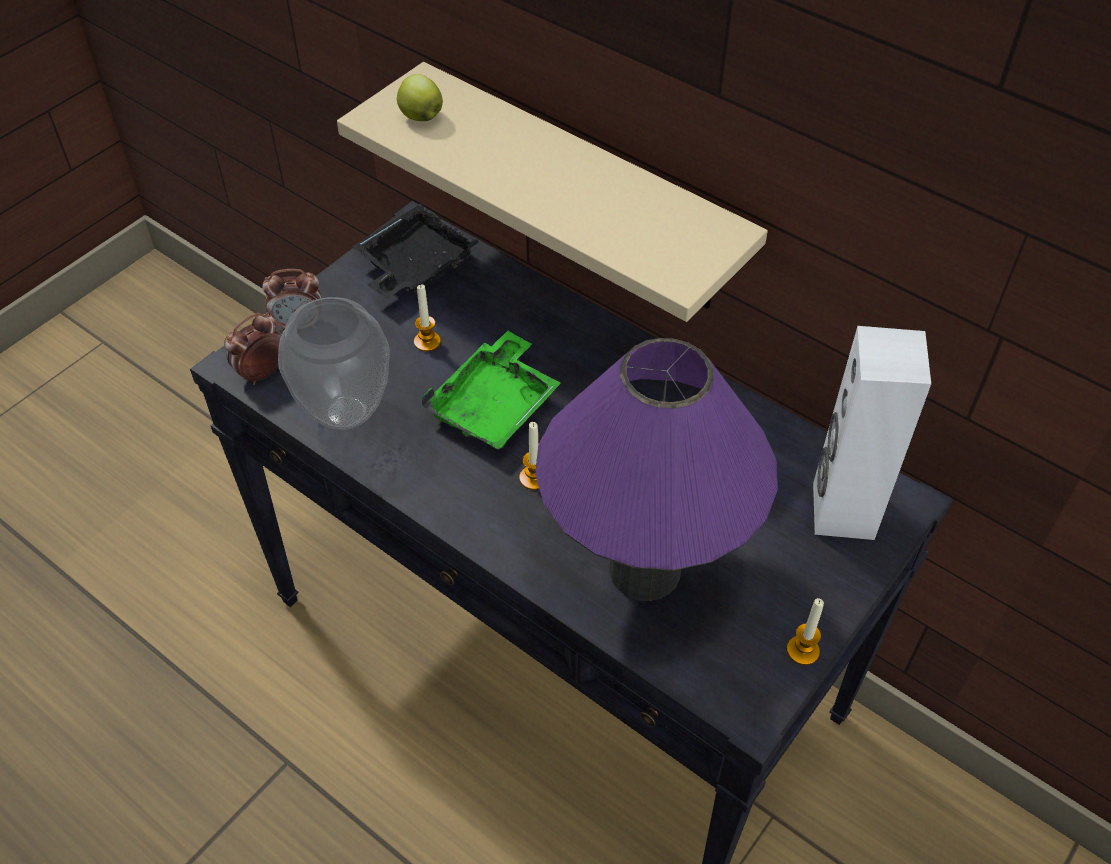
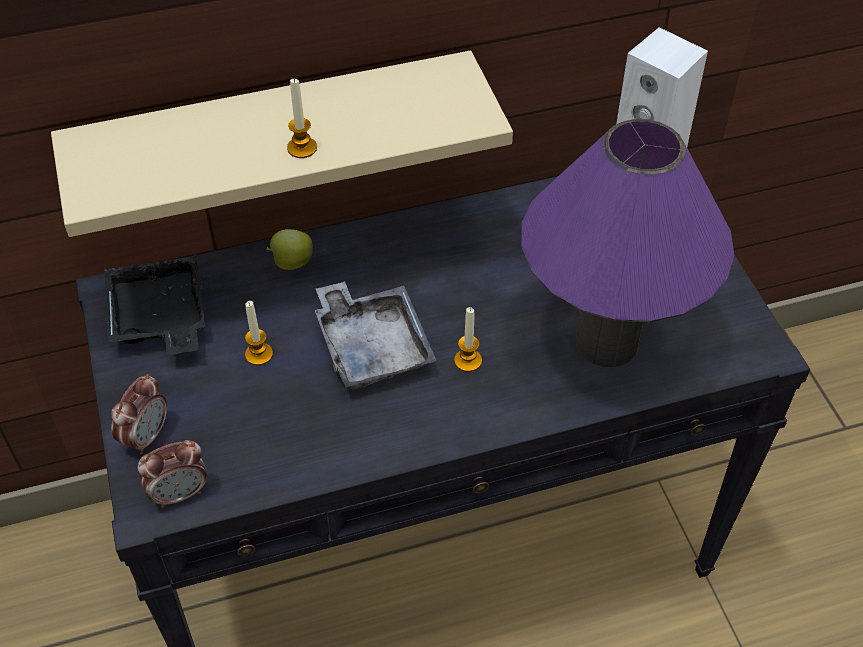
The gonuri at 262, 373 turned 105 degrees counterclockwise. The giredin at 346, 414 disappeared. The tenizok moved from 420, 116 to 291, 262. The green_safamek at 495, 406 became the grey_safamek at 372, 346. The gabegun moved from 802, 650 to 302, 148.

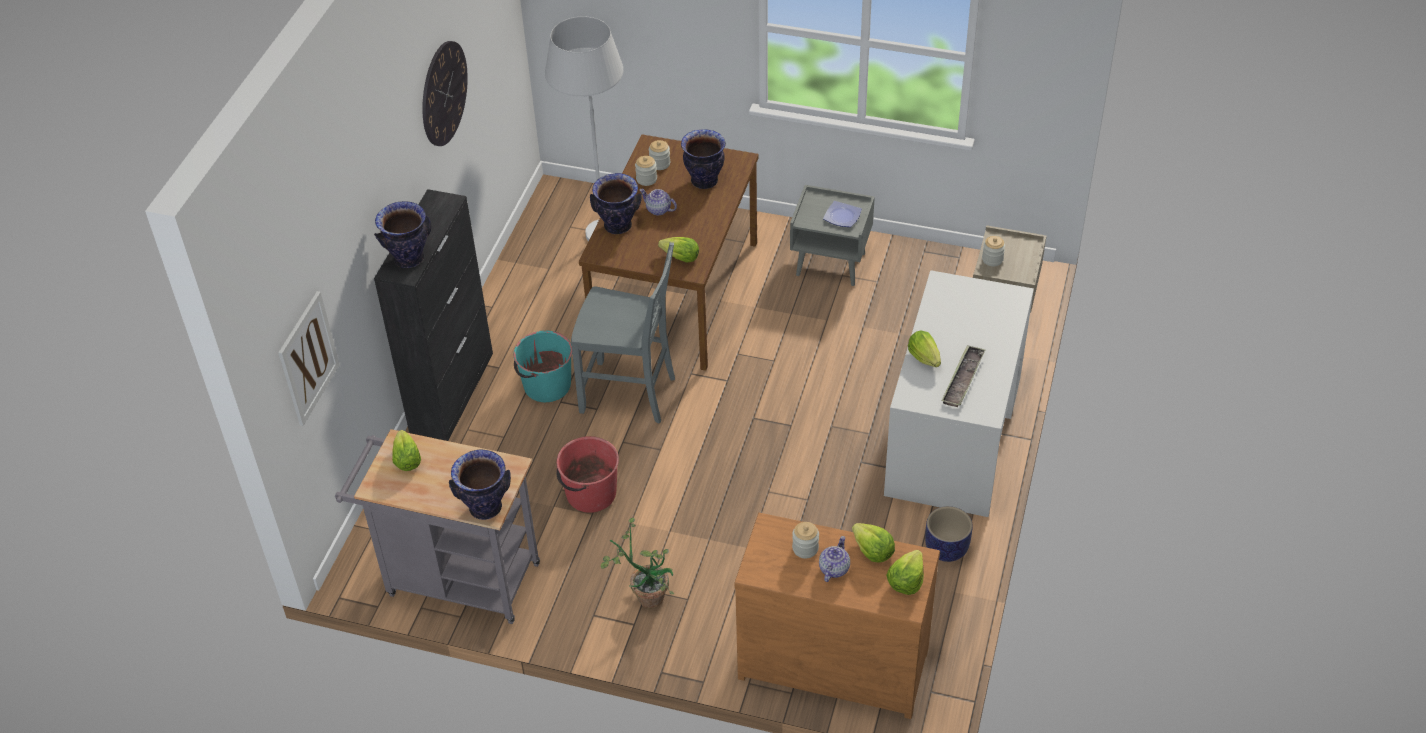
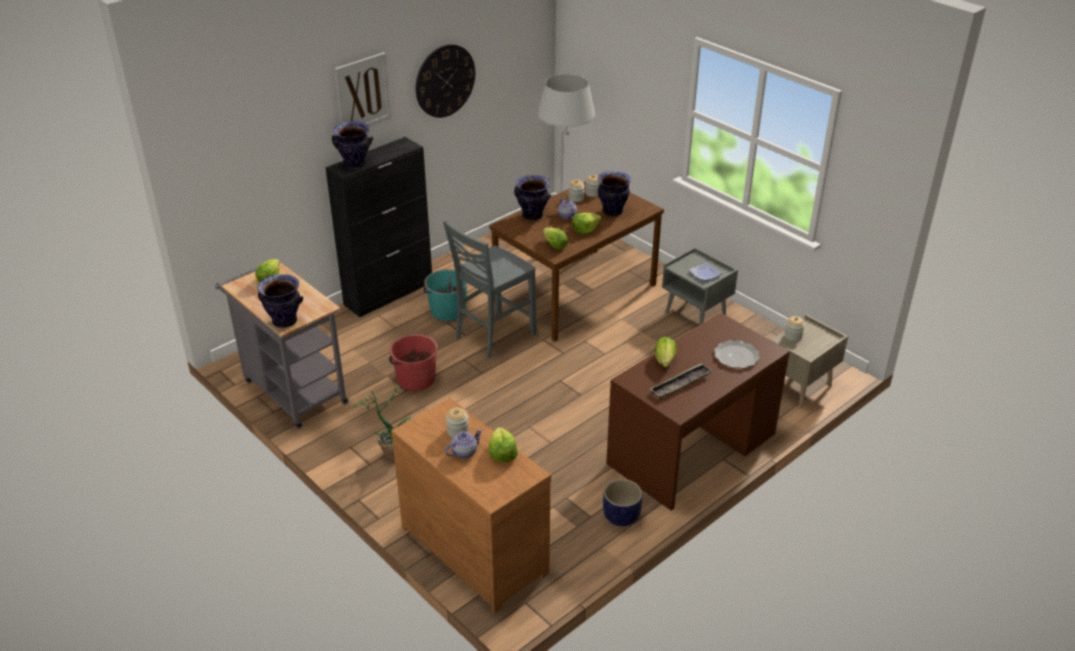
The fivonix moved from 308, 358 to 363, 93. The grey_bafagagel at 630, 394 turned 90 degrees clockwise. The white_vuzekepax at 954, 435 became the brown_vuzekepax at 692, 448. The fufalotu moved from 906, 580 to 585, 229. The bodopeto at 736, 356 appeared.

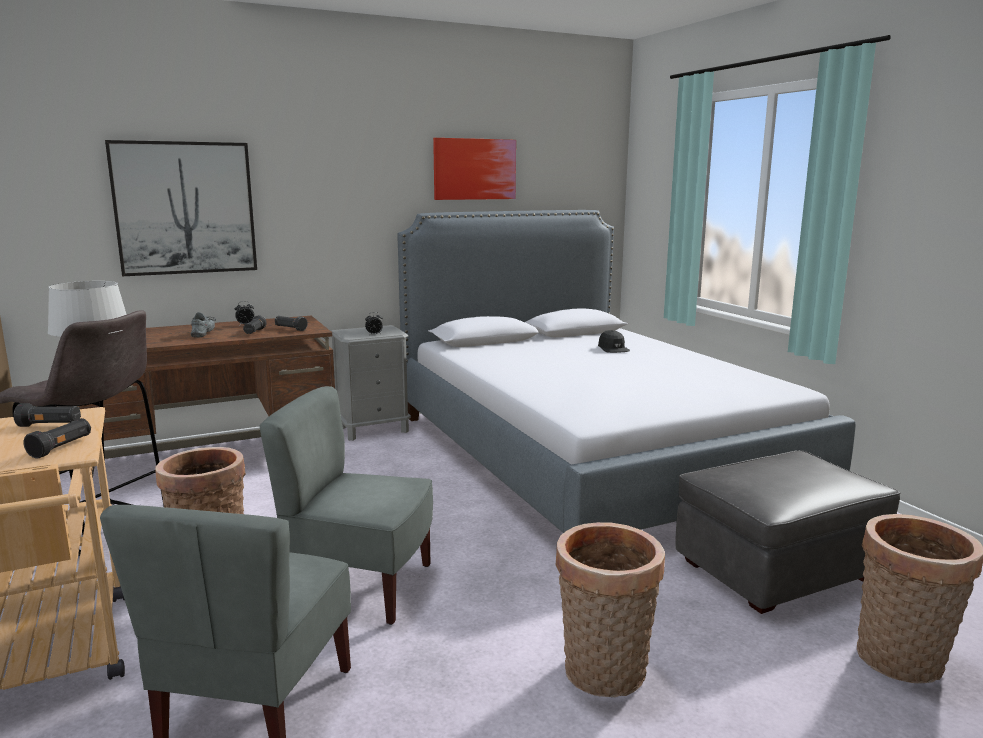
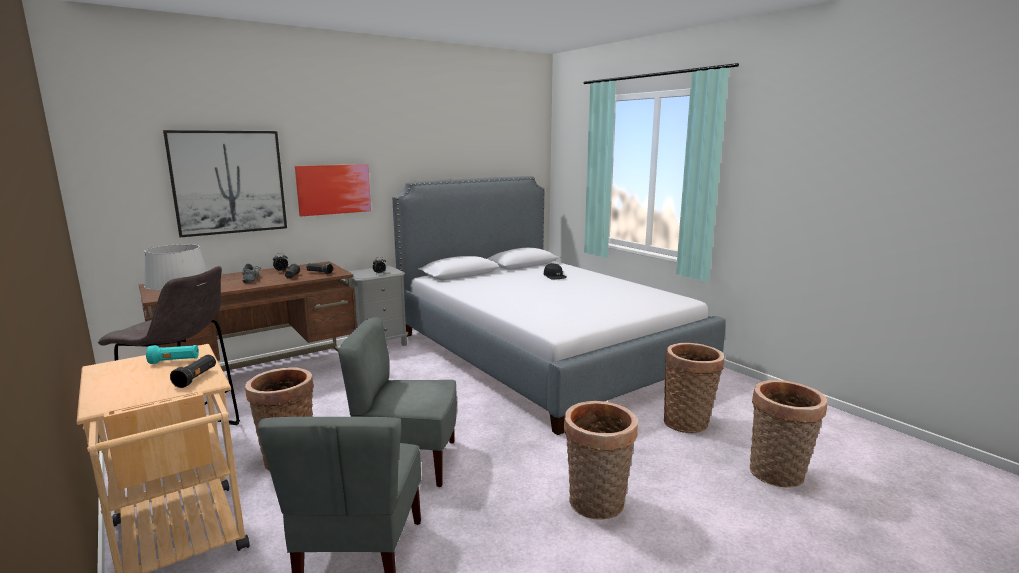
The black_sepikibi at 50, 425 became the turquoise_sepikibi at 175, 361. The fivonix moved from 474, 169 to 333, 189. The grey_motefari at 777, 569 was replaced by the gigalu at 688, 422.

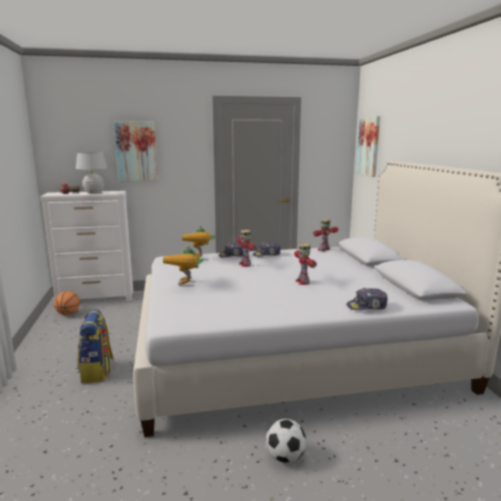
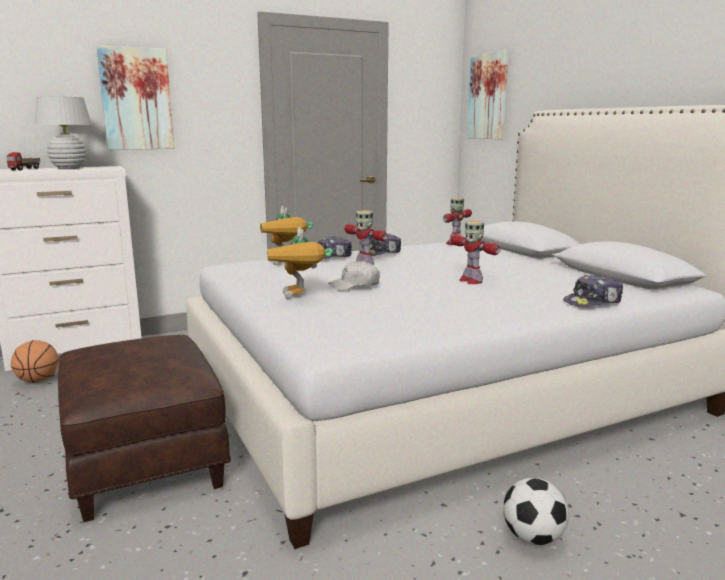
The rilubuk at 97, 371 was replaced by the brown_motefari at 147, 462. The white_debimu at 354, 285 appeared.

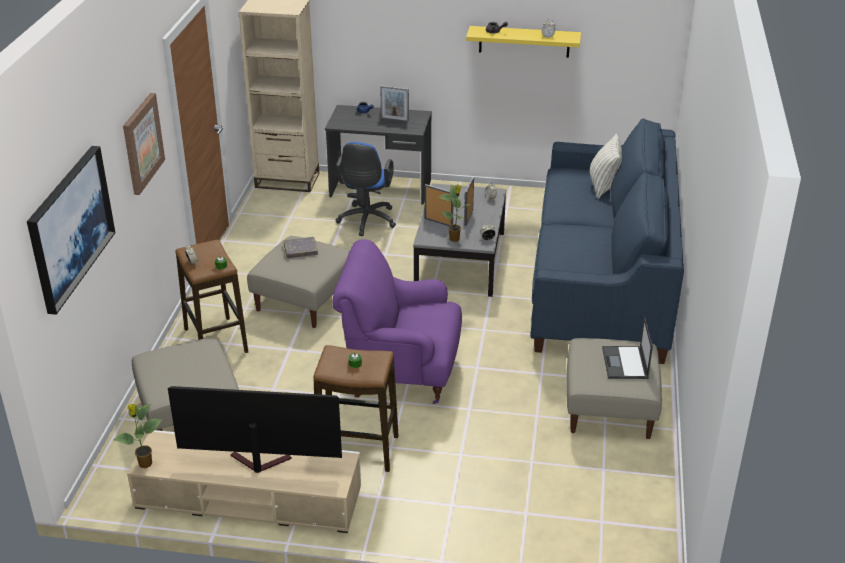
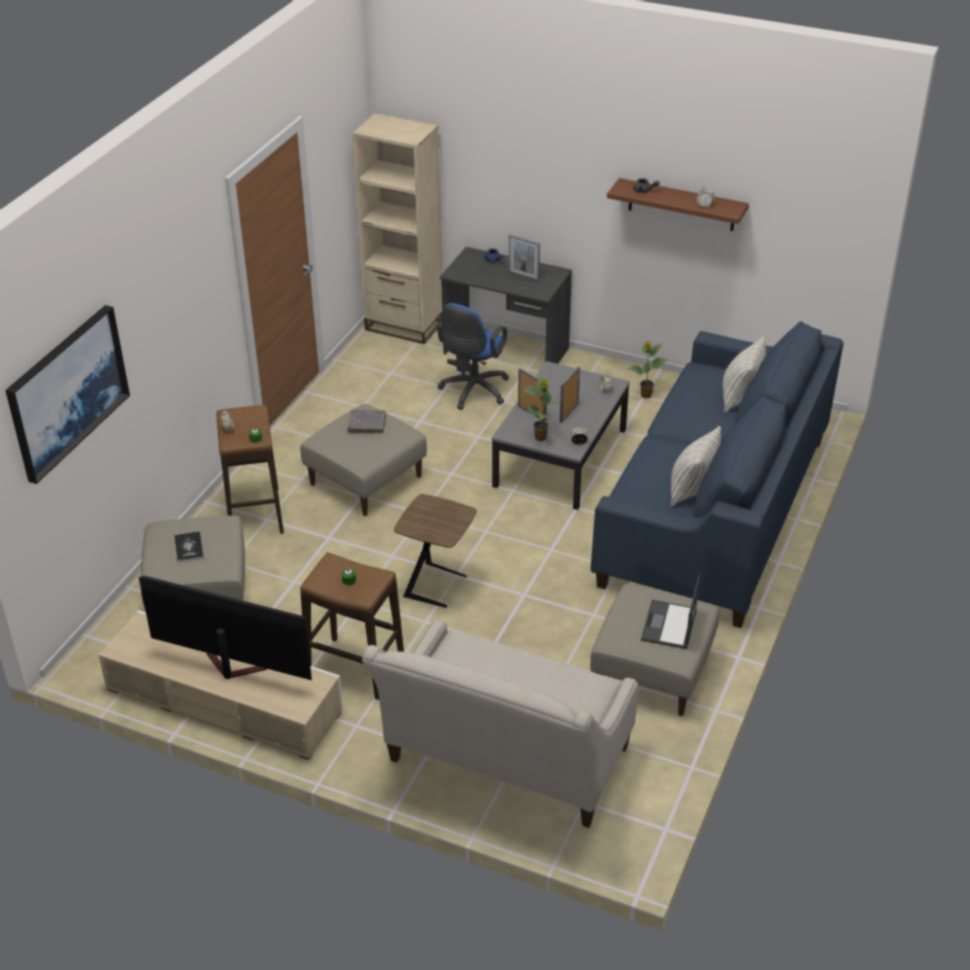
The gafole moved from 145, 464 to 645, 395. The fivonix at 142, 143 disappeared. The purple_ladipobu at 401, 372 was replaced by the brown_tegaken at 437, 586. The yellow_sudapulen at 524, 41 became the brown_sudapulen at 681, 205. The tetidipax at 189, 547 appeared. The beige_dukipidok at 504, 763 appeared. The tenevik at 692, 489 appeared.

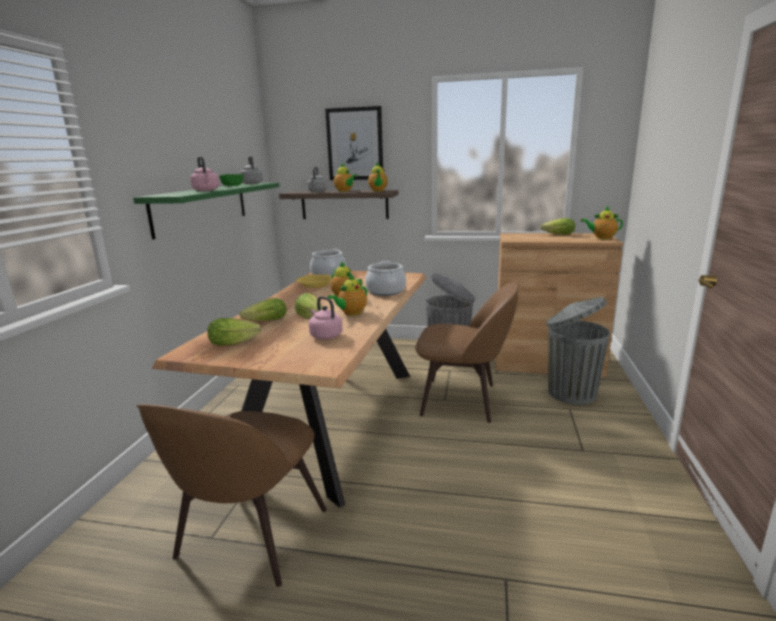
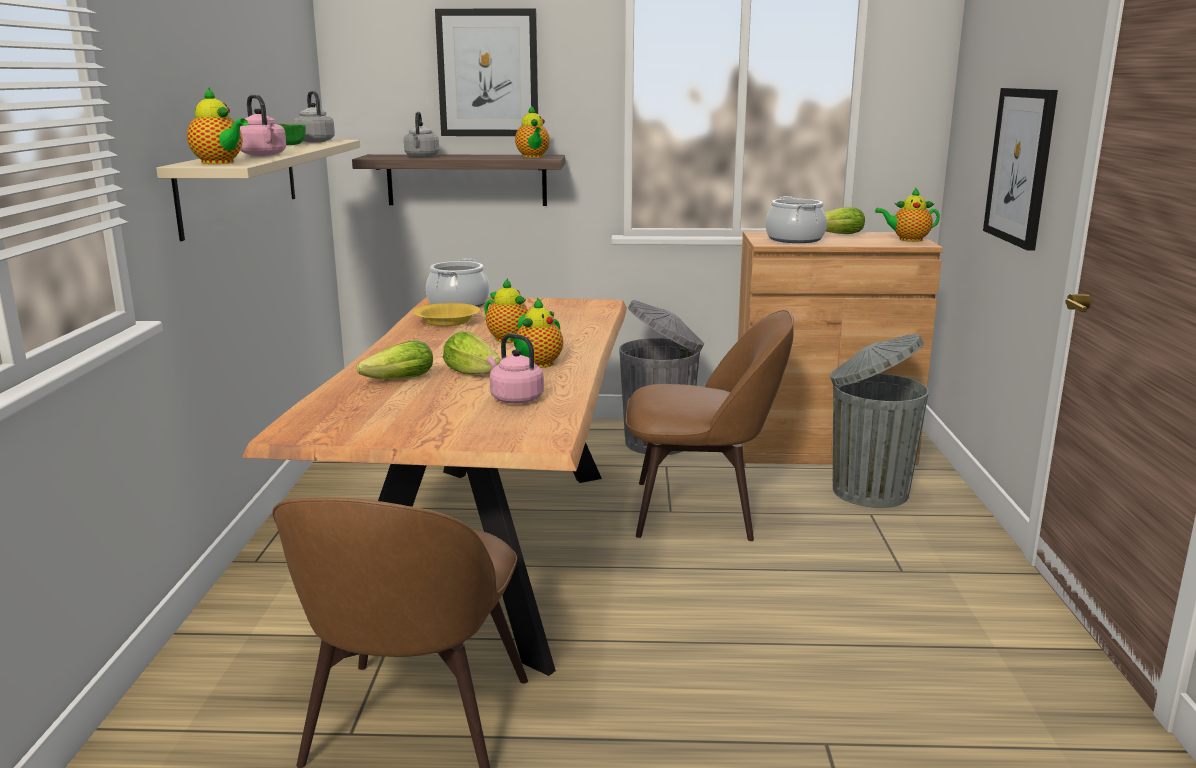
The green_sudapulen at 202, 207 became the beige_sudapulen at 241, 184. The fufalotu at 236, 342 disappeared. The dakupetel moved from 345, 191 to 220, 163. The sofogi moved from 386, 291 to 795, 239. The fivonix at 1021, 166 appeared.

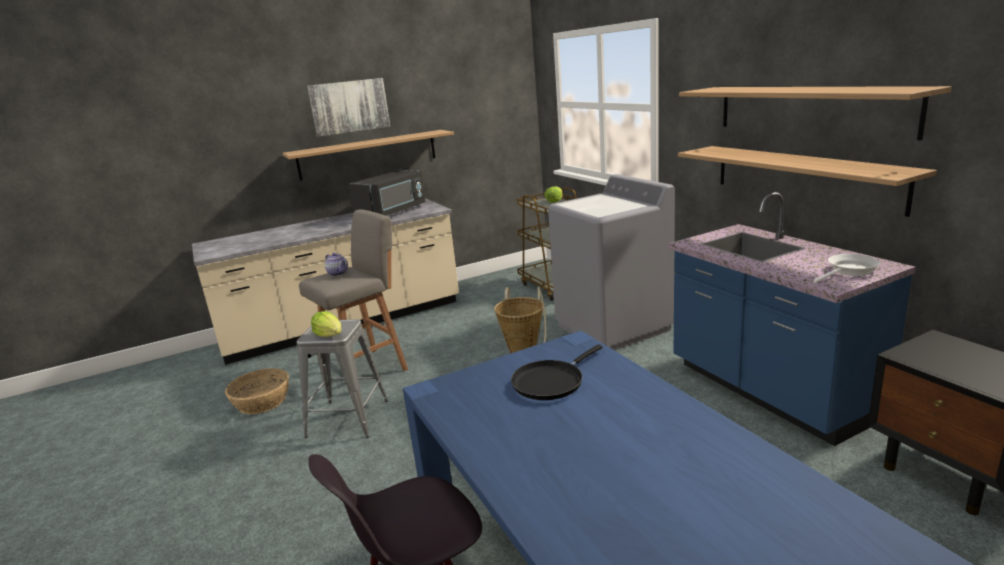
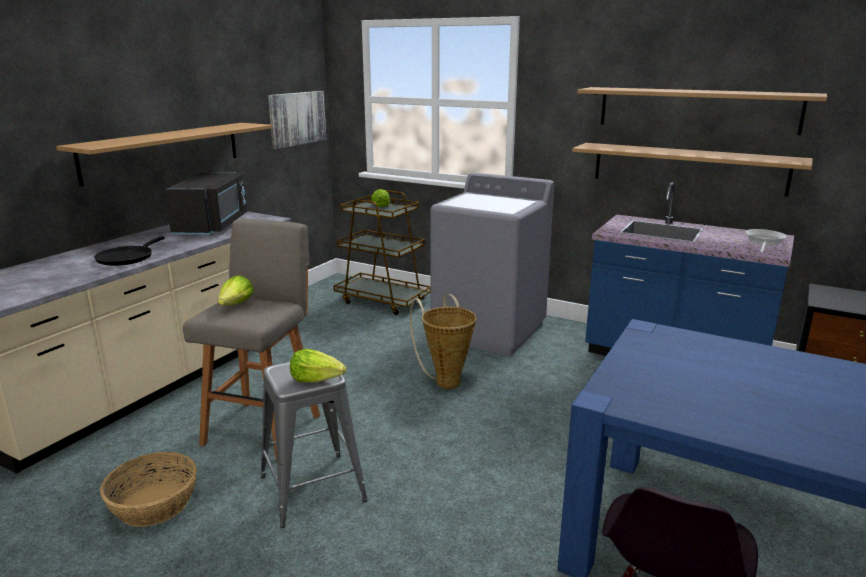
The fivonix moved from 349, 106 to 297, 118. The dakupetel at 338, 273 was replaced by the fufalotu at 236, 304. The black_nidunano moved from 551, 381 to 127, 258.

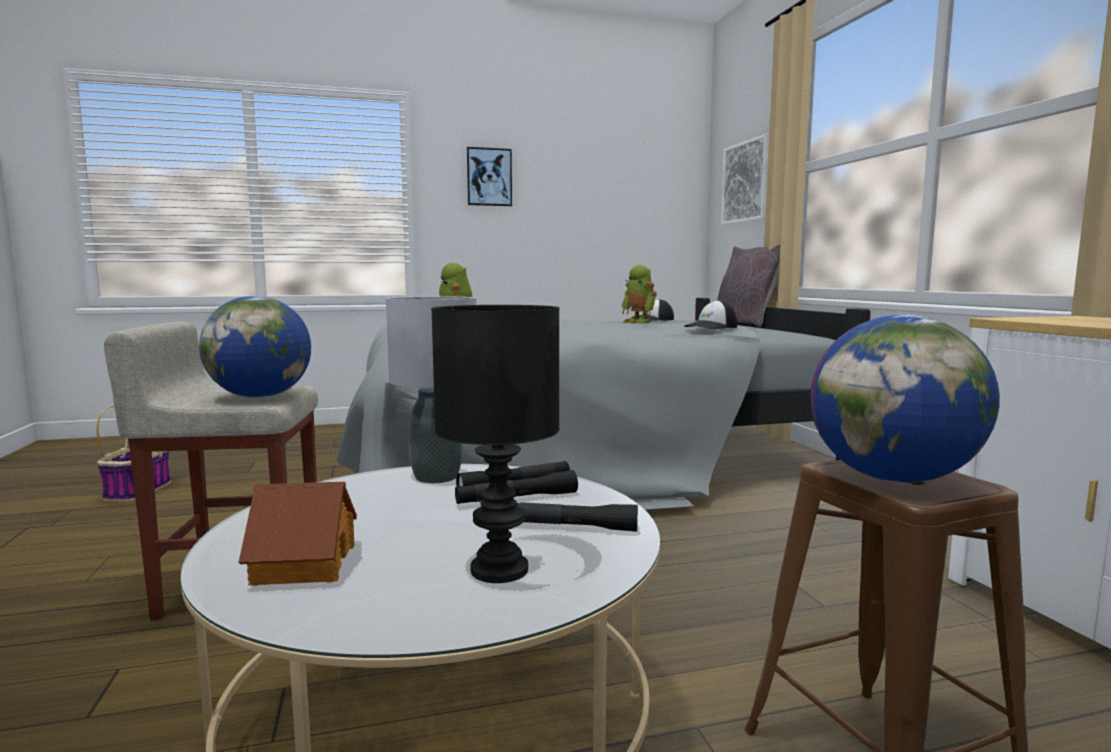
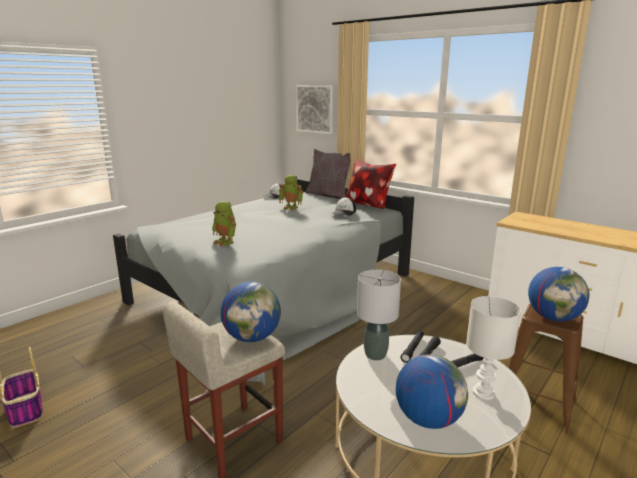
The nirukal at 303, 564 was replaced by the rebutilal at 428, 419. The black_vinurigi at 498, 569 became the white_vinurigi at 482, 392. The fivonix at 489, 177 disappeared. The tenevik at 367, 205 appeared.

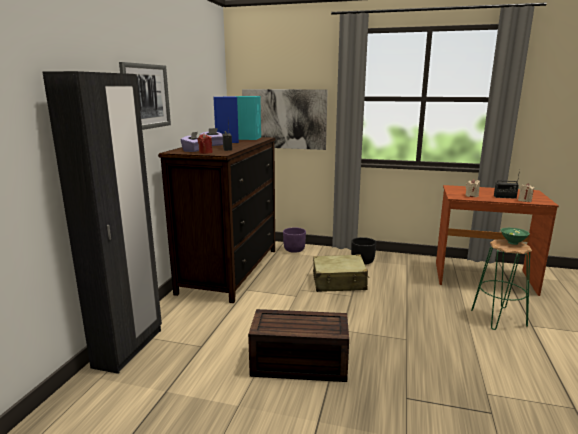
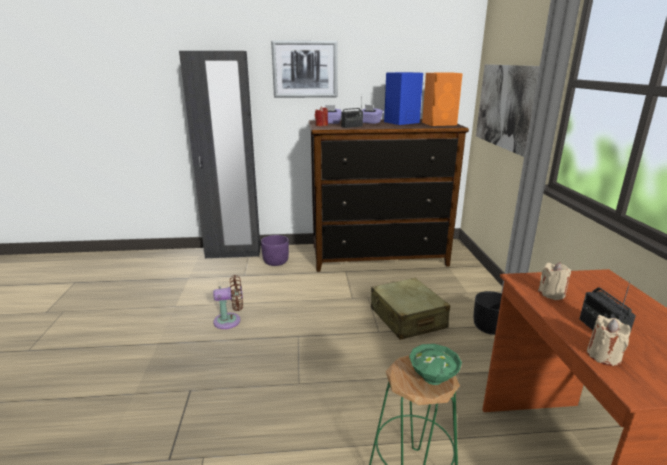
The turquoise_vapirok at 248, 138 became the orange_vapirok at 440, 123. The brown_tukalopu at 297, 364 was replaced by the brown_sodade at 230, 321. The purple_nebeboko moved from 294, 249 to 276, 262.

